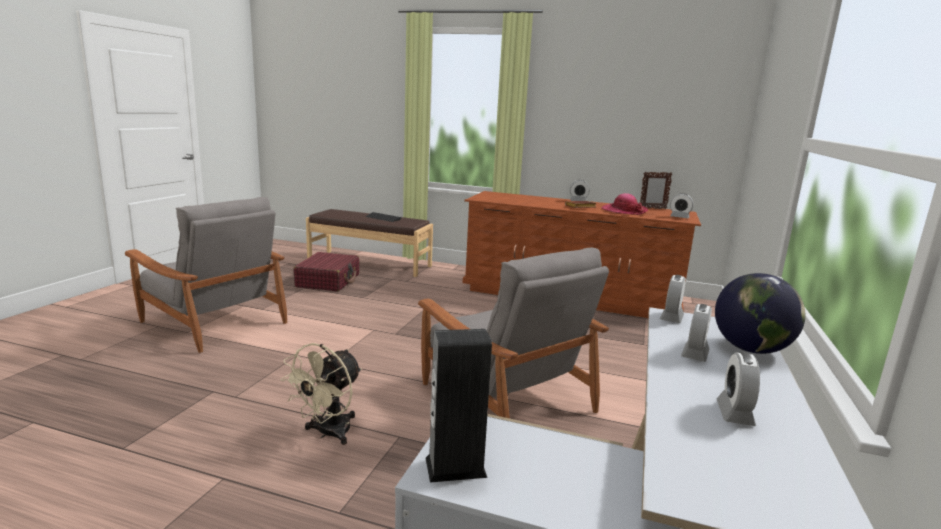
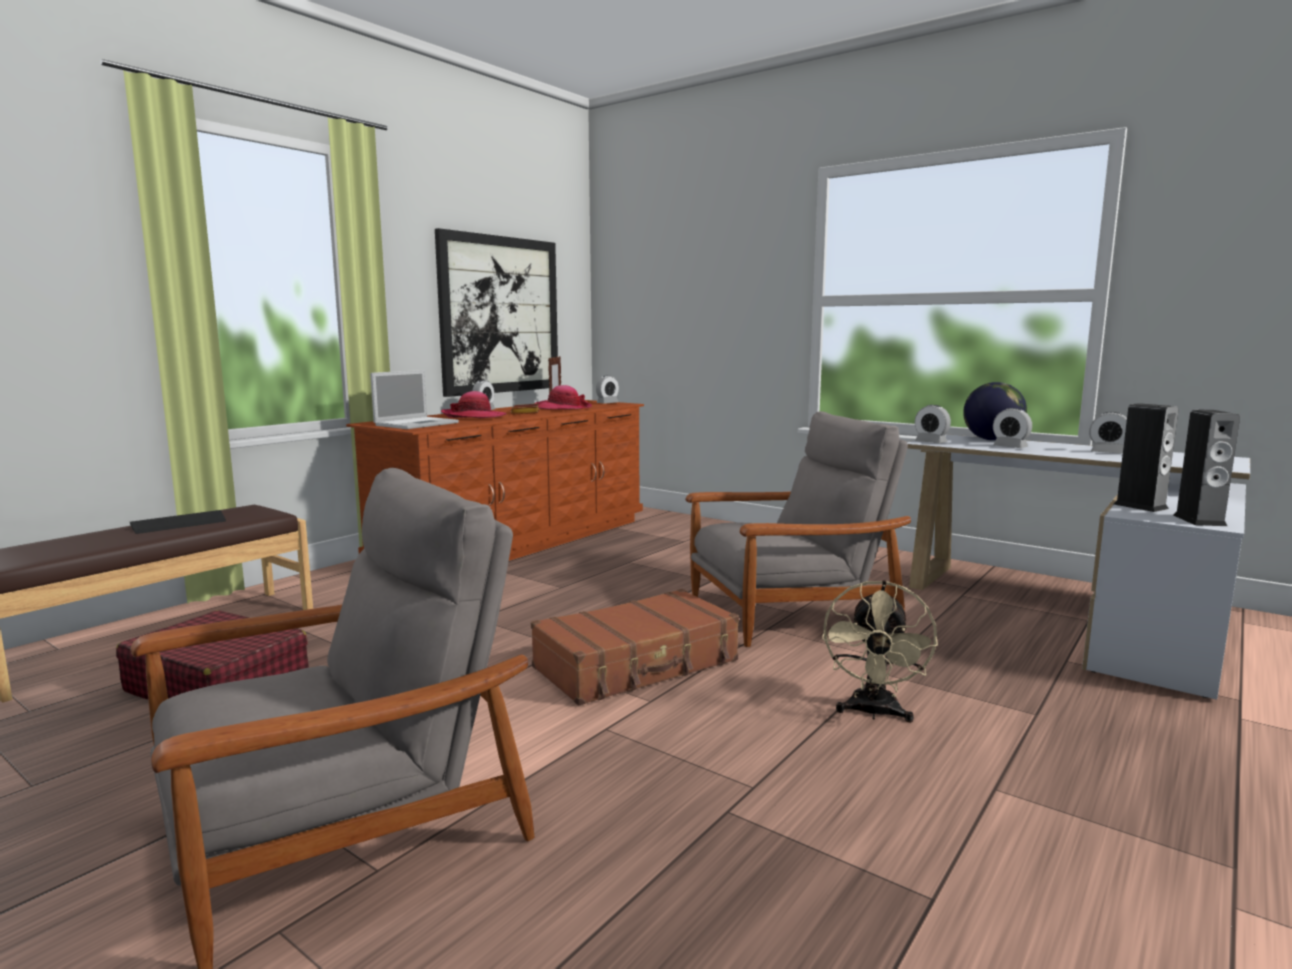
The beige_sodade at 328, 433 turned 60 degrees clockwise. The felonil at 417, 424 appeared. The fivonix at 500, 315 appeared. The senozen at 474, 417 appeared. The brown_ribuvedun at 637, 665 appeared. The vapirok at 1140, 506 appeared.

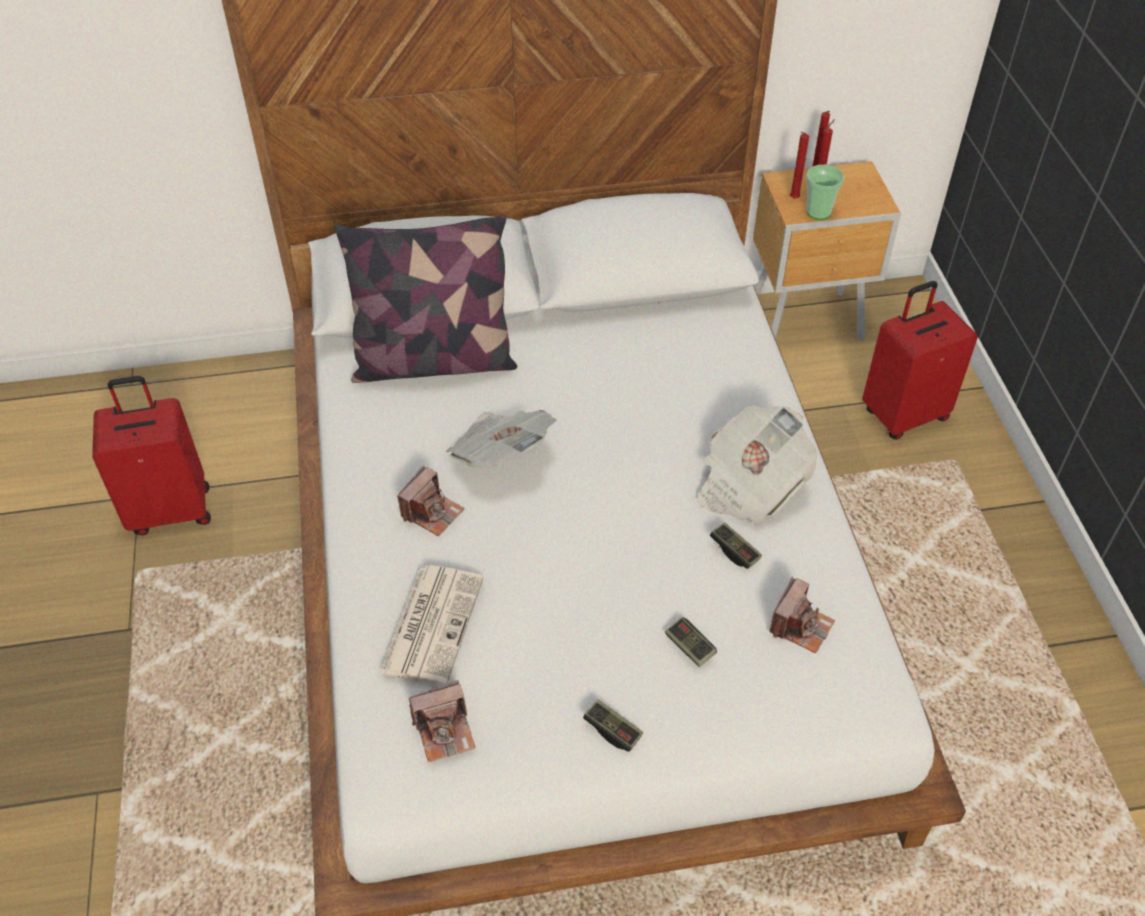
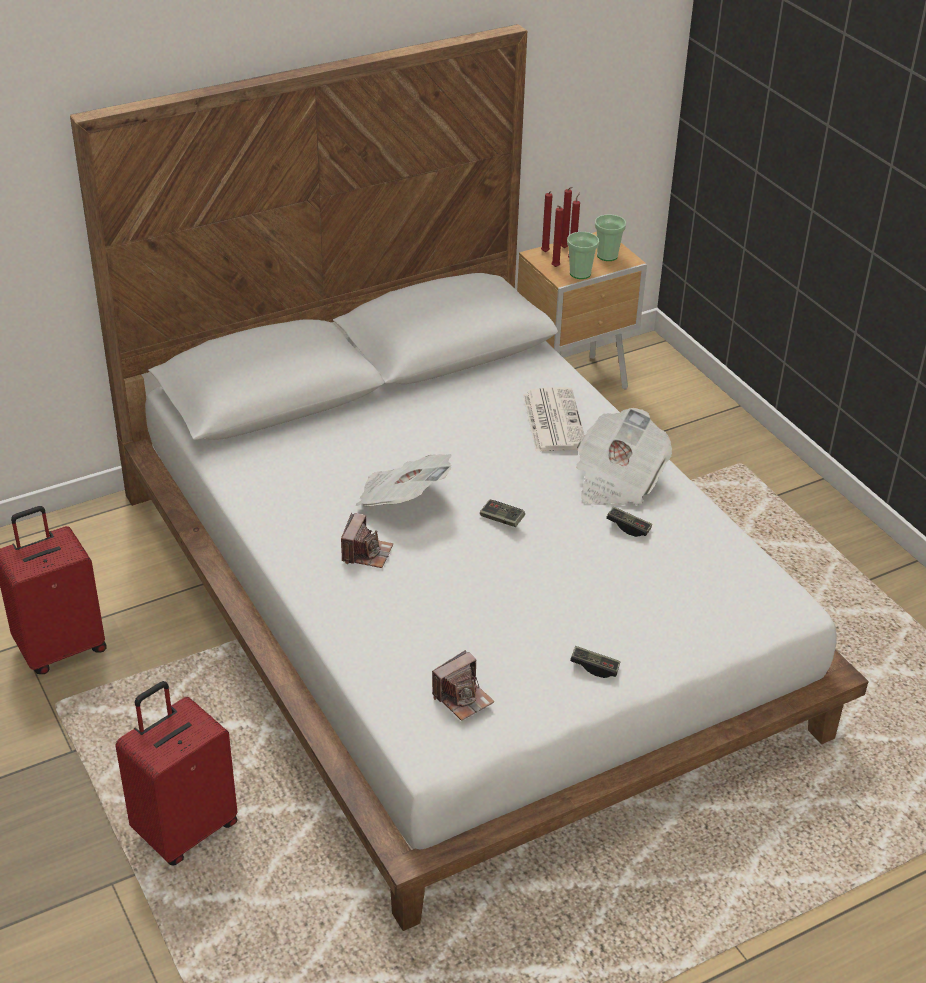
The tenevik at 434, 361 disappeared. The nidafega moved from 432, 623 to 553, 420. The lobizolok moved from 689, 647 to 502, 519. The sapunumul at 800, 626 disappeared. The red_ribuvedun moved from 903, 414 to 185, 829. The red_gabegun at 545, 253 appeared. The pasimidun at 607, 256 appeared.

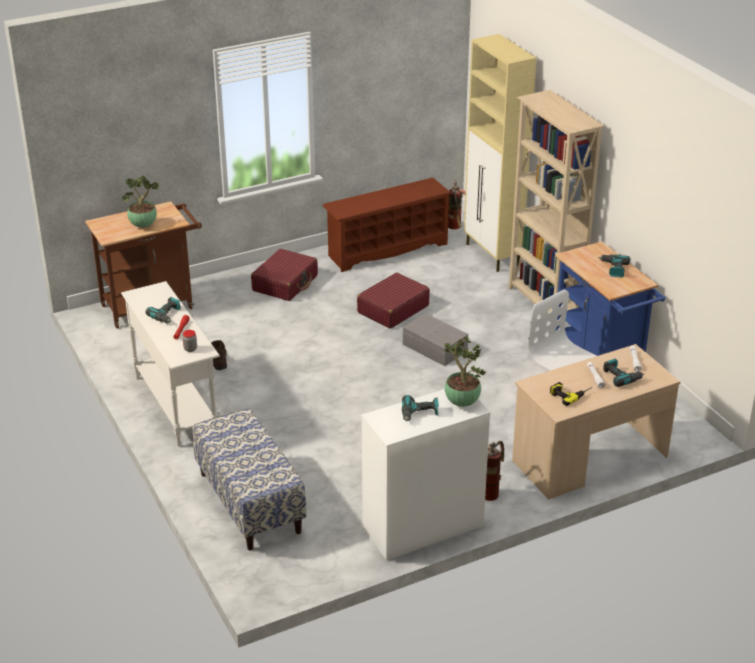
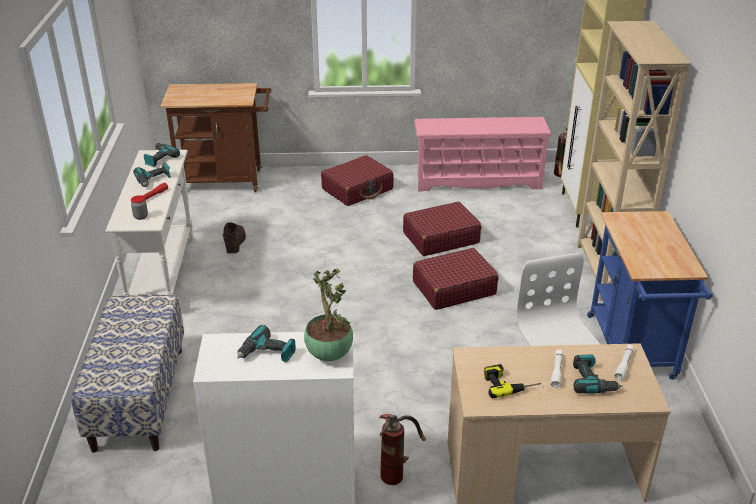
The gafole at 144, 225 disappeared. The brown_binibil at 387, 249 became the pink_binibil at 478, 180. The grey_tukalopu at 434, 348 was replaced by the red_ribuvedun at 453, 288. The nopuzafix moved from 613, 269 to 159, 158.

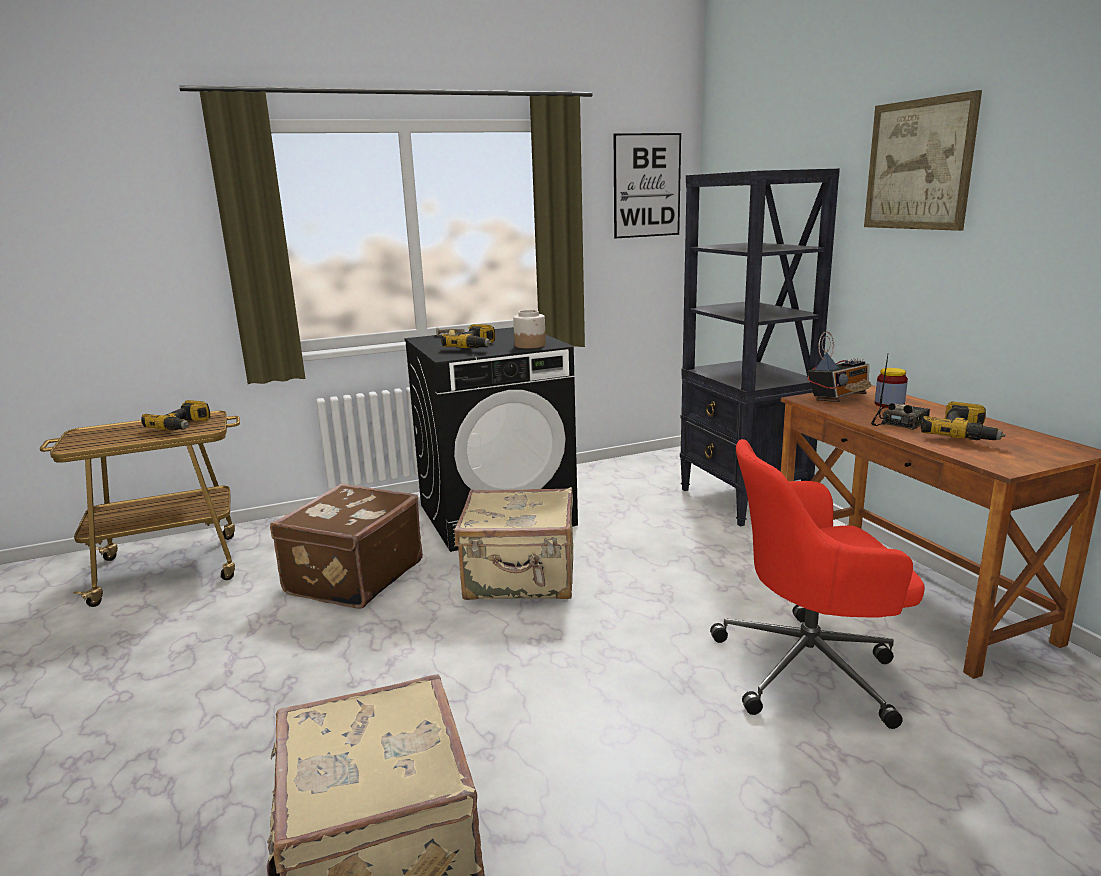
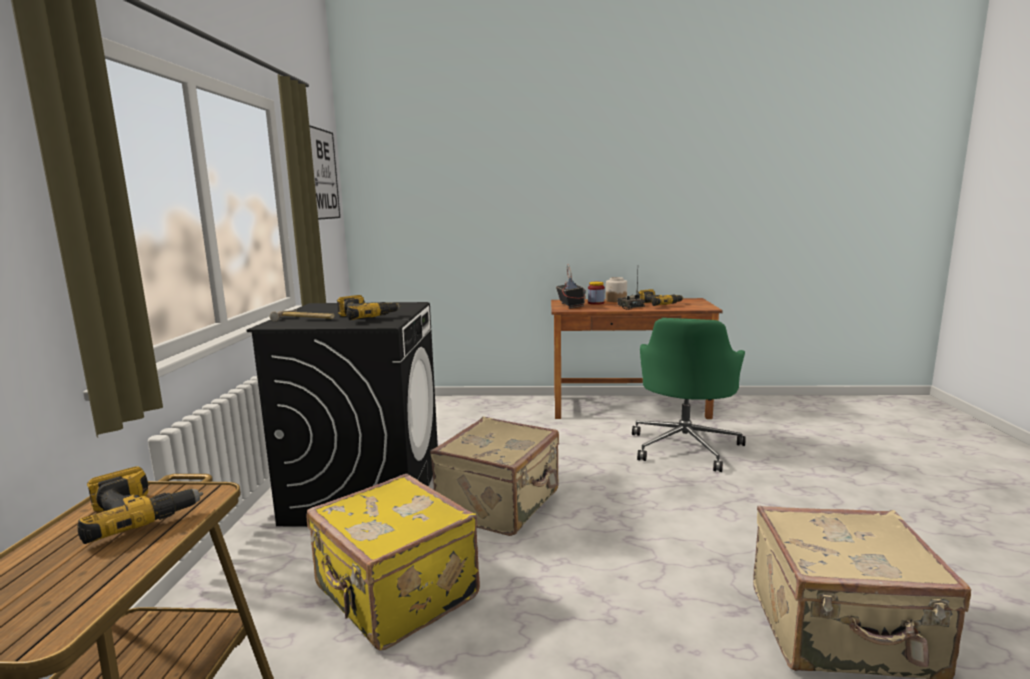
The brown_ribuvedun at 352, 577 became the yellow_ribuvedun at 395, 595. The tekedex moved from 530, 345 to 615, 300. The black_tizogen at 743, 500 disappeared. The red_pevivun at 810, 668 became the green_pevivun at 685, 446. The fivonix at 919, 165 disappeared.

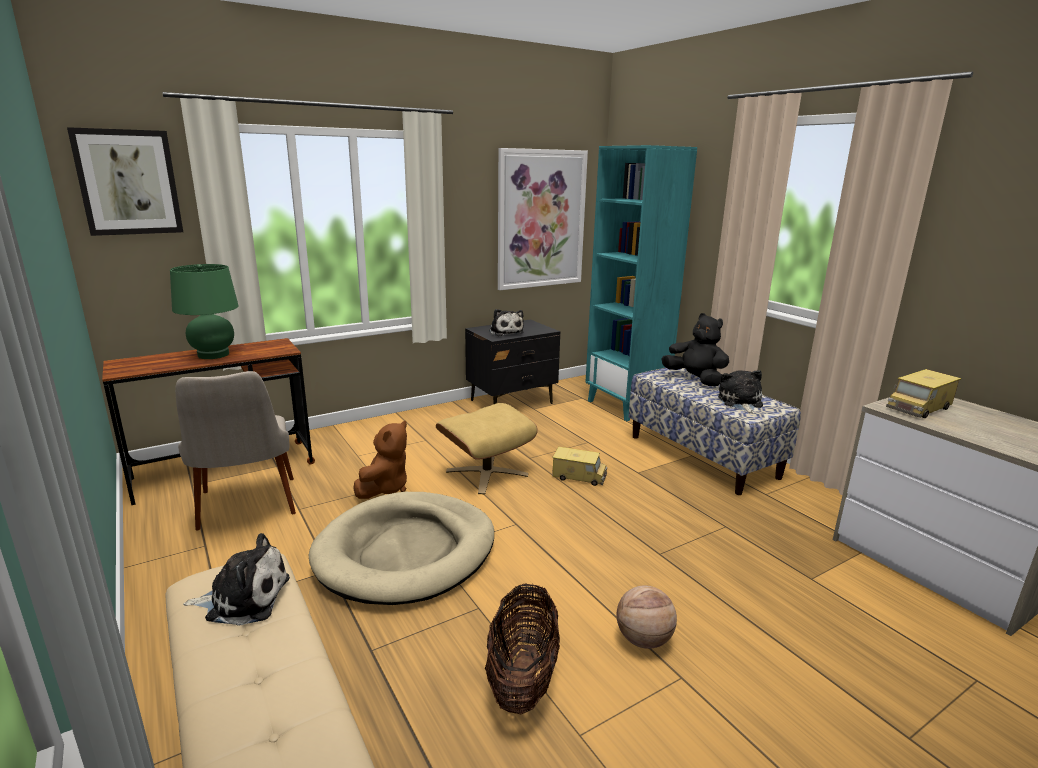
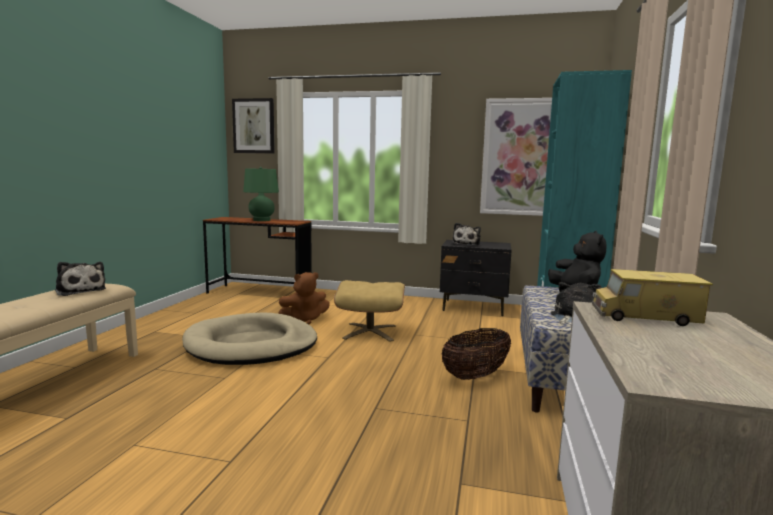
The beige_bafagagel at 247, 512 disappeared. The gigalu moved from 522, 678 to 476, 376. The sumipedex at 579, 476 disappeared. The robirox at 644, 640 disappeared.

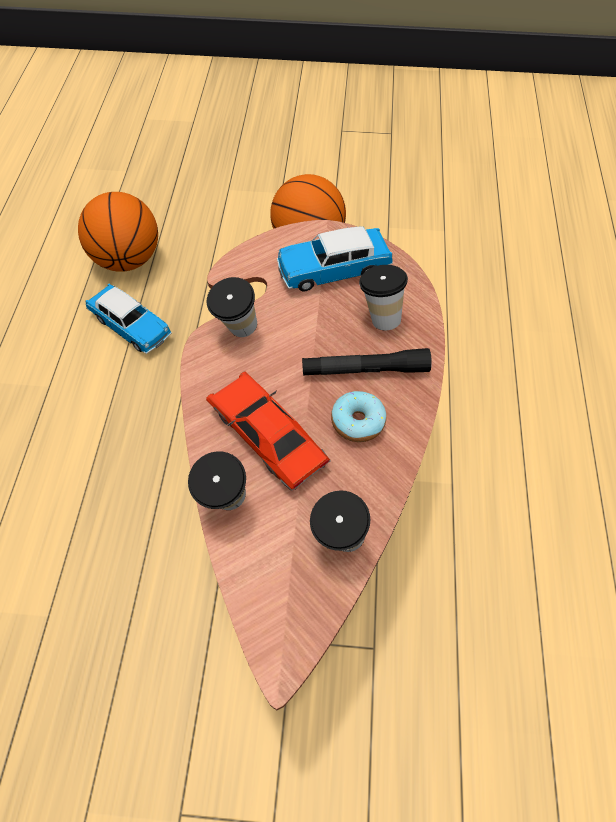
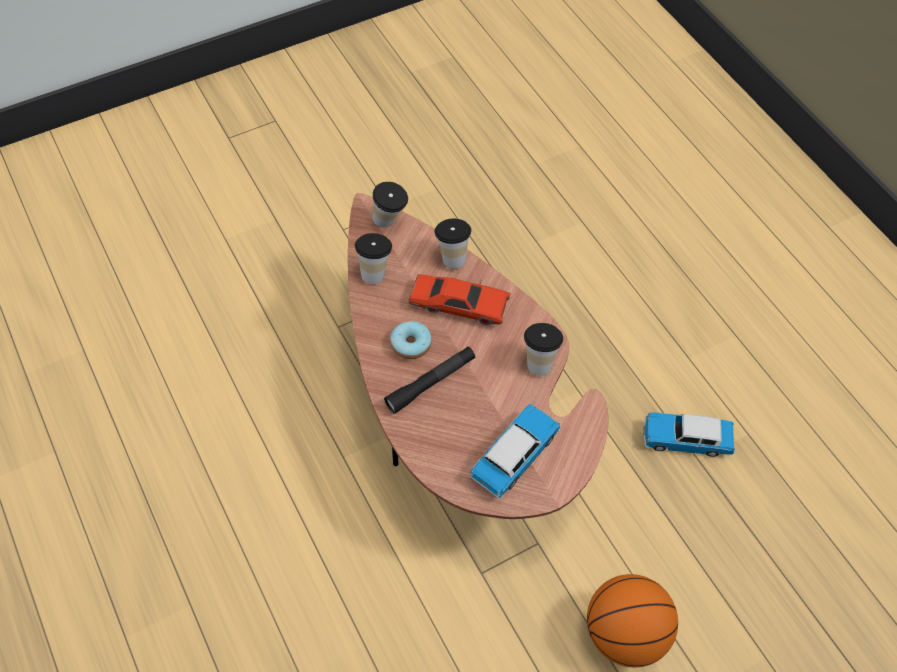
The robirox at 127, 260 disappeared. The pasimidun moved from 379, 317 to 390, 222.

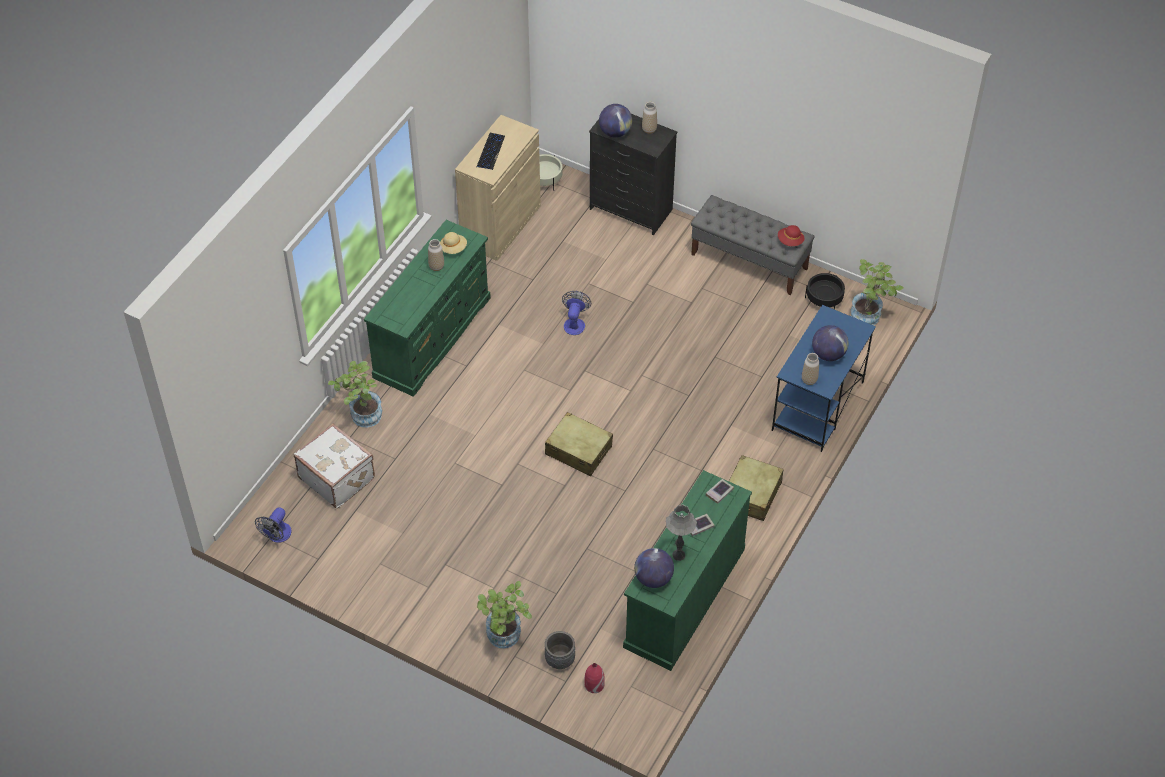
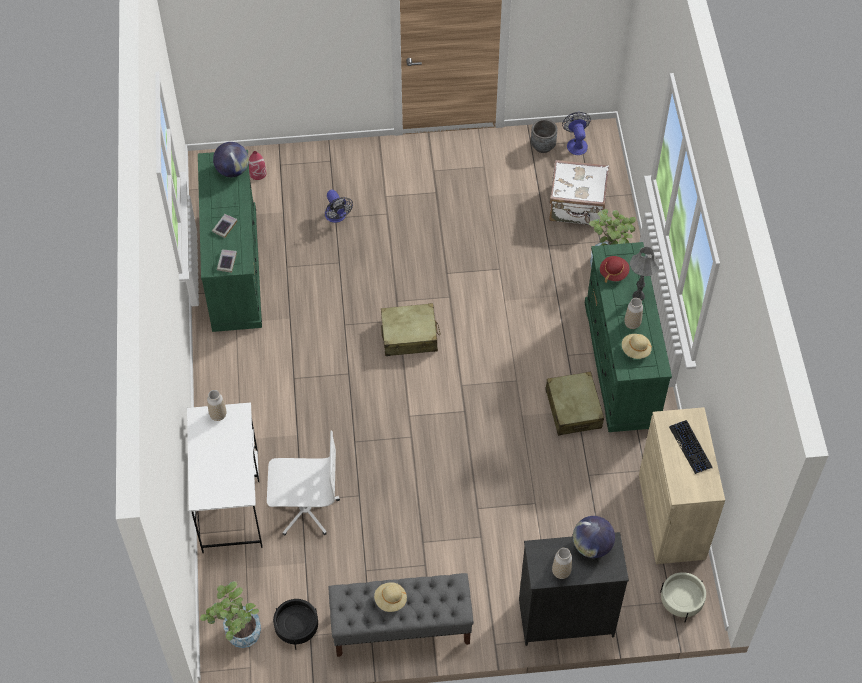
The gafole at 504, 639 disappeared. The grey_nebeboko moved from 560, 660 to 543, 146. The sodade moved from 575, 323 to 337, 217. The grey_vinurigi moved from 678, 555 to 638, 296. The beige_ribuvedun moved from 751, 495 to 573, 409. The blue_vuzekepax at 817, 406 became the white_vuzekepax at 230, 500. The red_senozen moved from 790, 241 to 613, 273. The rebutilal at 828, 354 disappeared. The white_pevivun at 305, 509 appeared. The beige_senozen at 390, 600 appeared.

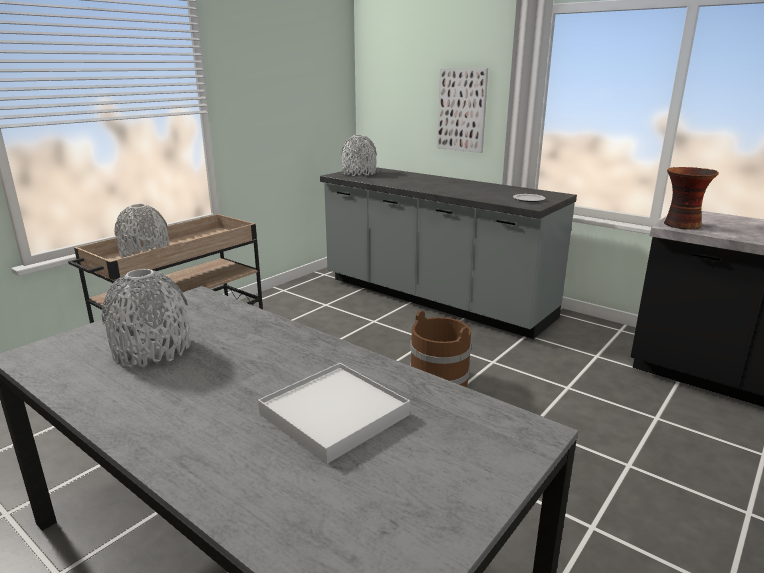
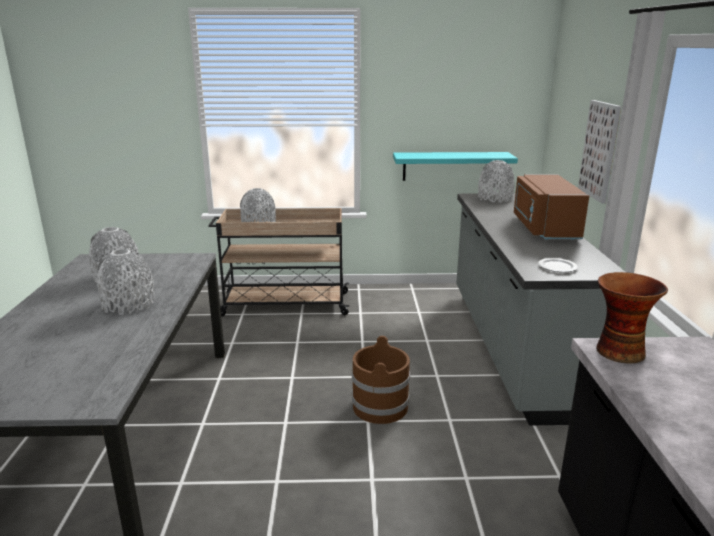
The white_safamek at 334, 414 disappeared. The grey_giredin at 128, 304 appeared. The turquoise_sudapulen at 450, 166 appeared. The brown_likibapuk at 543, 228 appeared.

